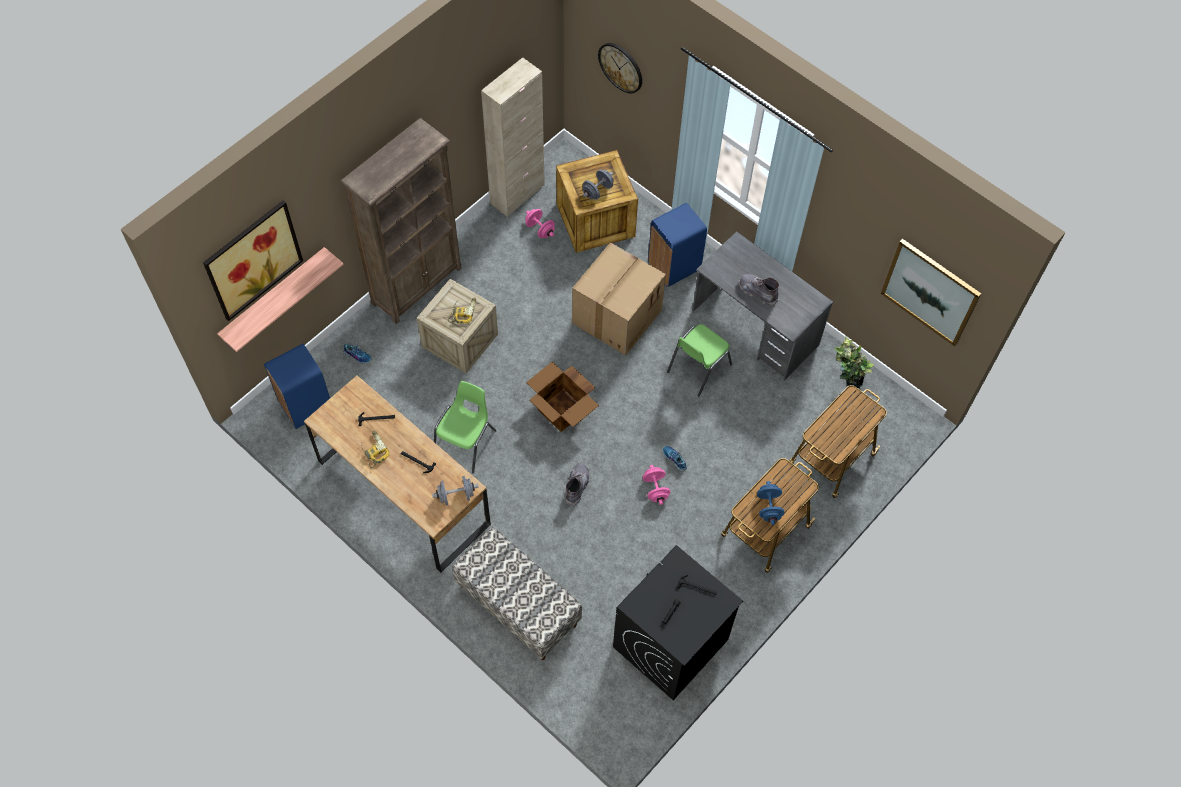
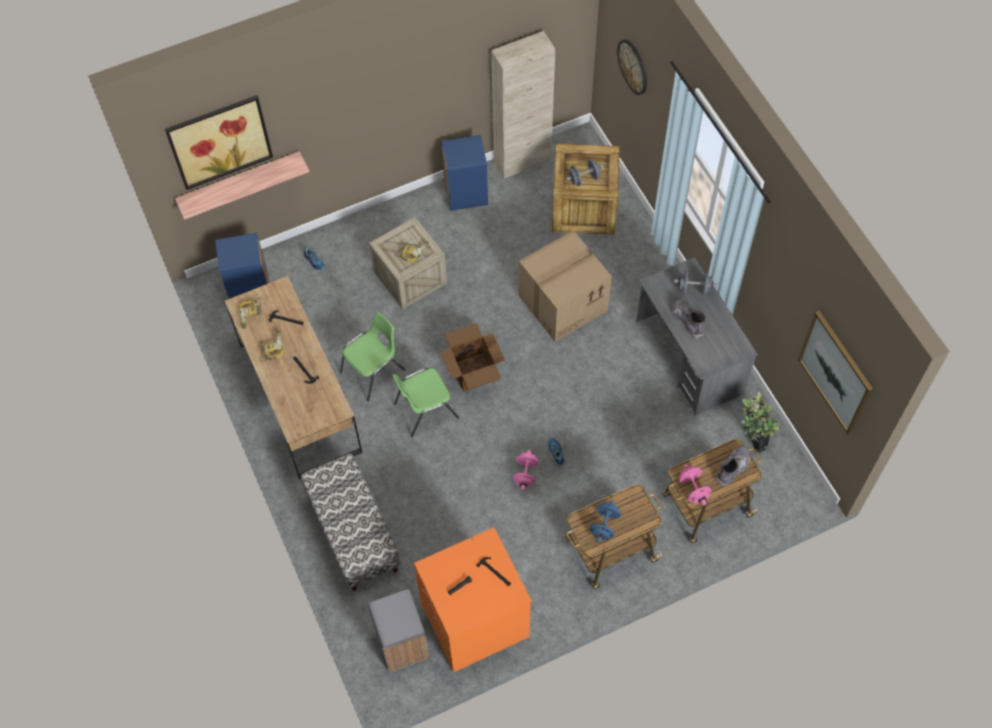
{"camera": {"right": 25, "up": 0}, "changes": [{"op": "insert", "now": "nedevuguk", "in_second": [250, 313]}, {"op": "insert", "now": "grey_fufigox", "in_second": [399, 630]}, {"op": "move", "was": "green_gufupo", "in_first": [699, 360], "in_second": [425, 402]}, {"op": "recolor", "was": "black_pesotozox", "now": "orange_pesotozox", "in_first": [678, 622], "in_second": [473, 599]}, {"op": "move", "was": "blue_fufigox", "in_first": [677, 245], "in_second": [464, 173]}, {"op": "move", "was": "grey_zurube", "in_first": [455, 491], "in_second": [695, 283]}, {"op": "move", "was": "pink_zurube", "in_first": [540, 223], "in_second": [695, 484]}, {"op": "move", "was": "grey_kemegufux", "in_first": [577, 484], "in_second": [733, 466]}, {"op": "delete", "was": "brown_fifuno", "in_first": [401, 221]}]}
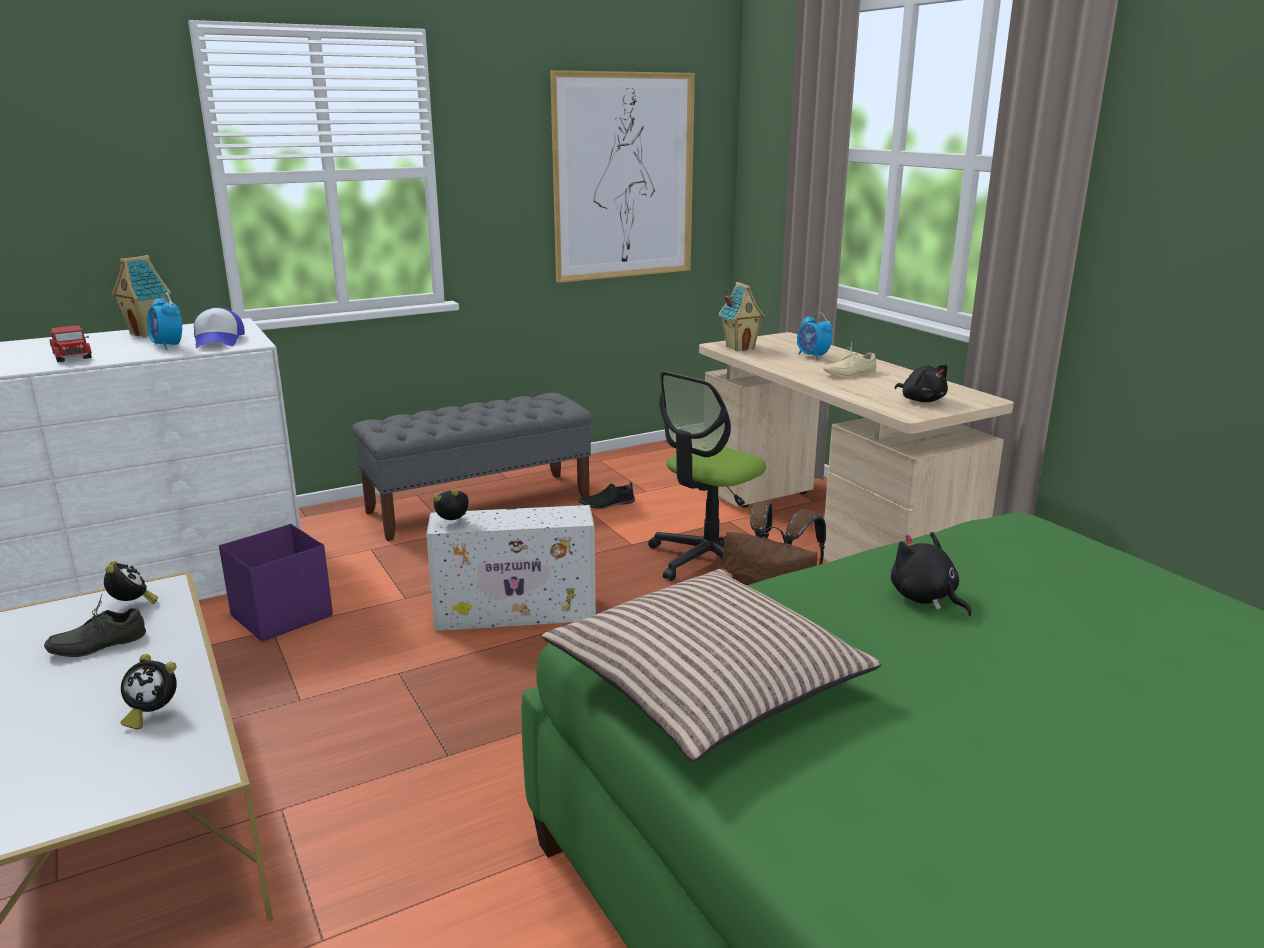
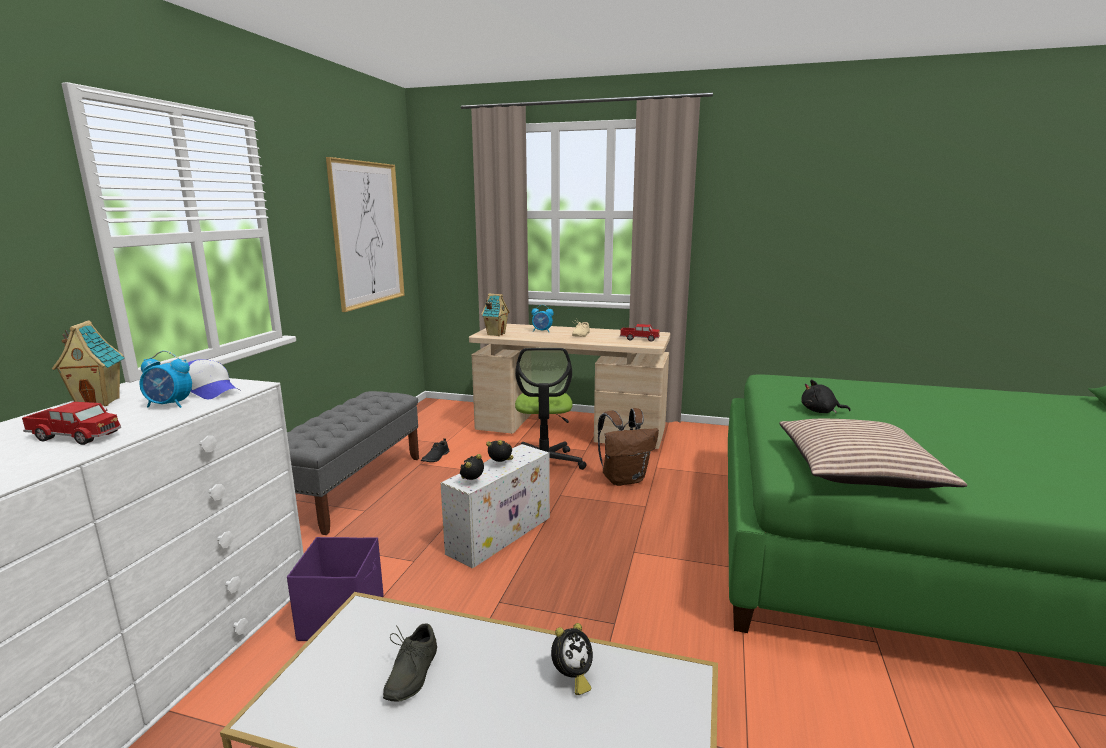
{"camera": {"right": -45, "up": -5}, "changes": [{"op": "move", "was": "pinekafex", "in_first": [131, 582], "in_second": [500, 451]}, {"op": "replace", "was": "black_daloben", "now": "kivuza", "in_first": [921, 383], "in_second": [640, 333]}]}
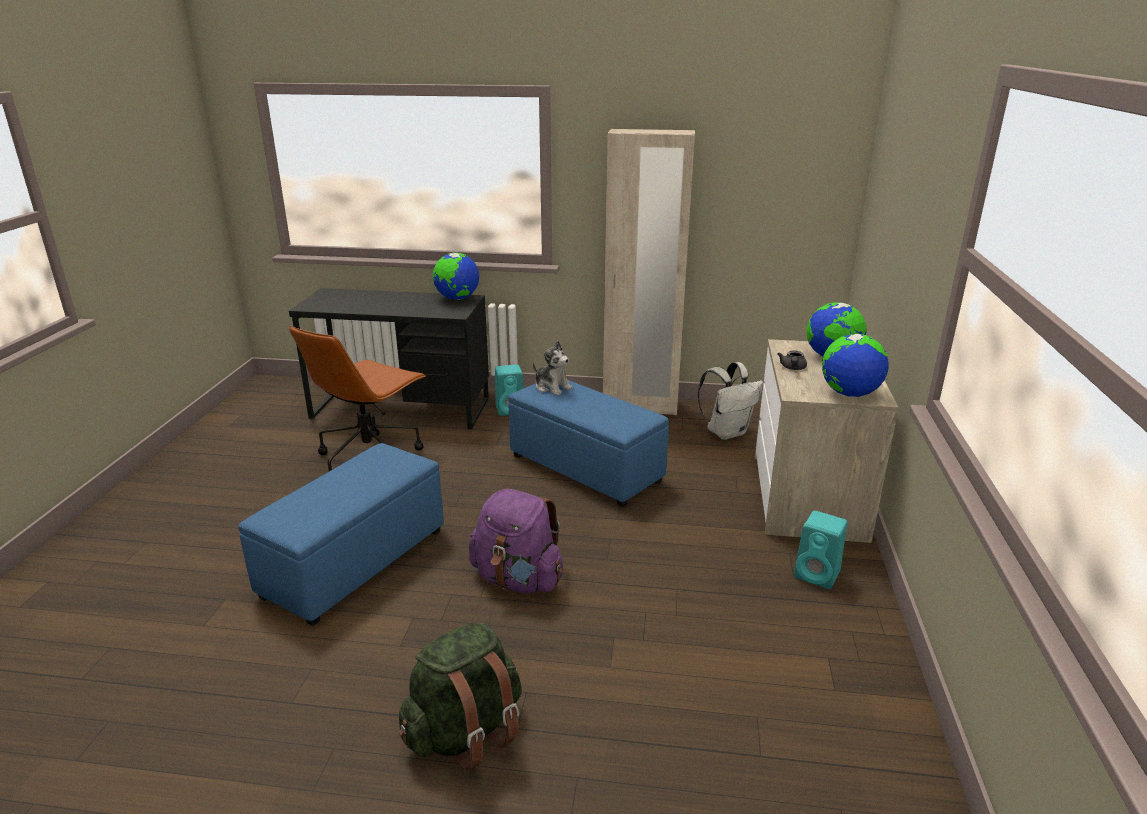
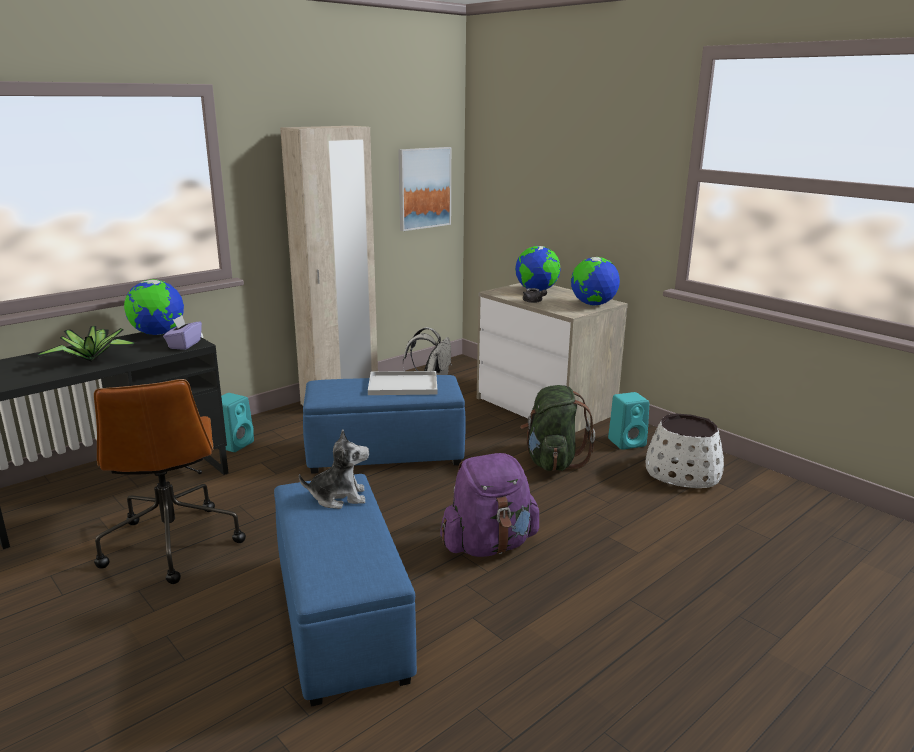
{"camera": {"right": -50, "up": -5}, "changes": [{"op": "insert", "now": "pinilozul", "in_second": [87, 344]}, {"op": "insert", "now": "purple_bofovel", "in_second": [182, 332]}, {"op": "move", "was": "daloben", "in_first": [553, 368], "in_second": [334, 469]}, {"op": "insert", "now": "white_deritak", "in_second": [402, 383]}, {"op": "insert", "now": "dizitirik", "in_second": [424, 189]}, {"op": "move", "was": "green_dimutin", "in_first": [460, 697], "in_second": [557, 428]}, {"op": "insert", "now": "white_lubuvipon", "in_second": [685, 450]}]}
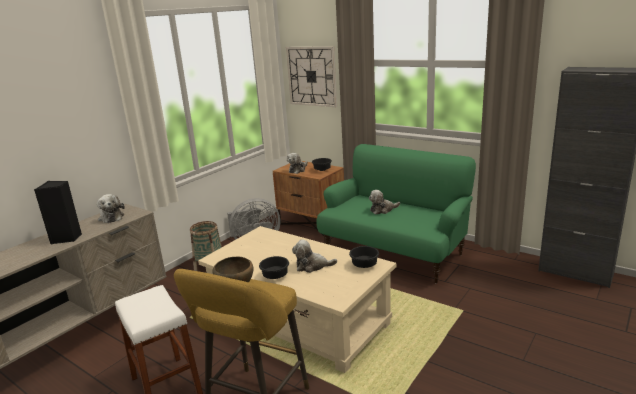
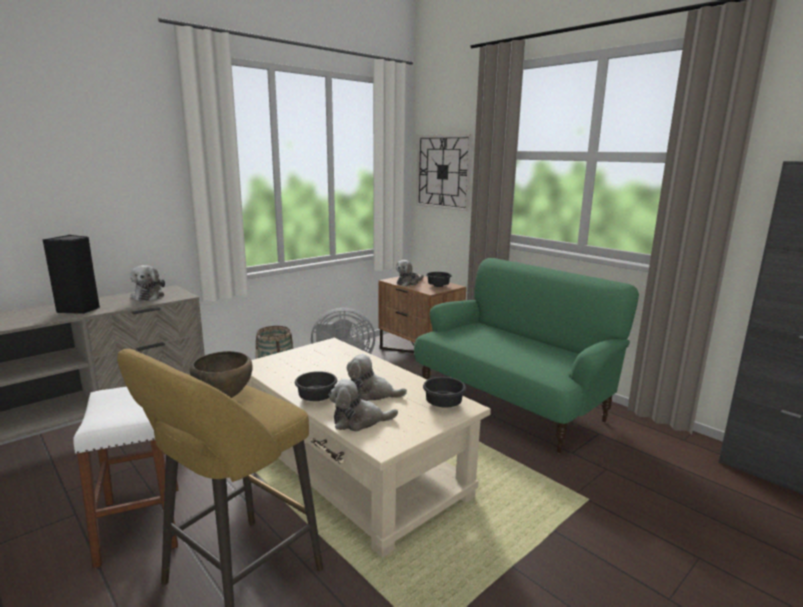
{"camera": {"right": 10, "up": -5}, "changes": [{"op": "move", "was": "daloben", "in_first": [384, 202], "in_second": [363, 405]}]}
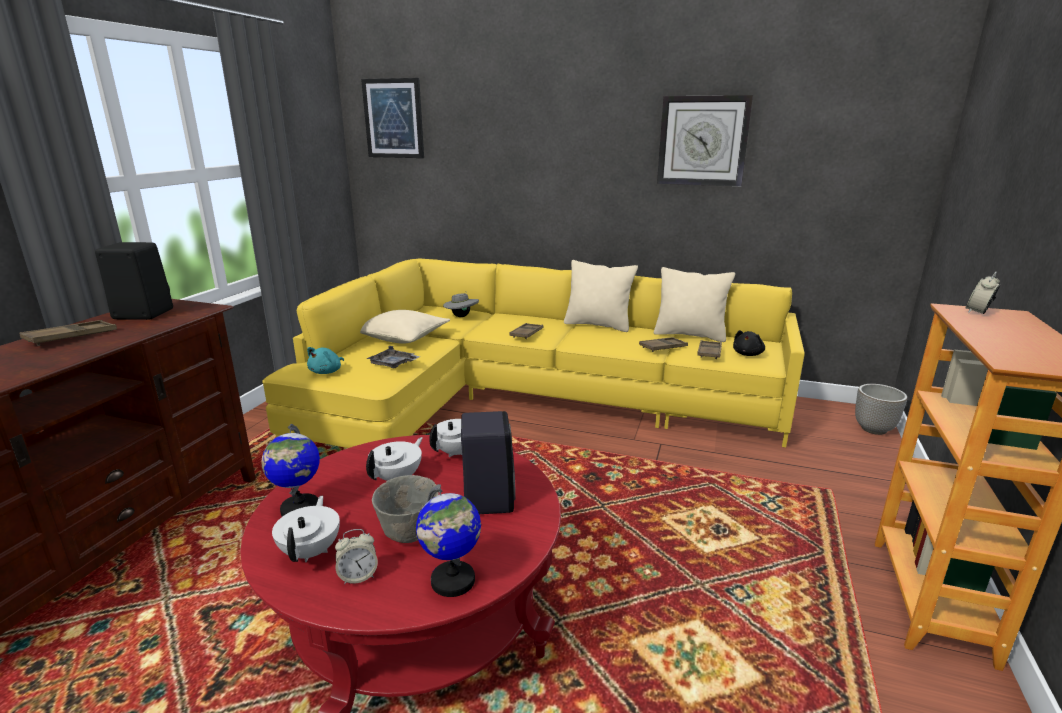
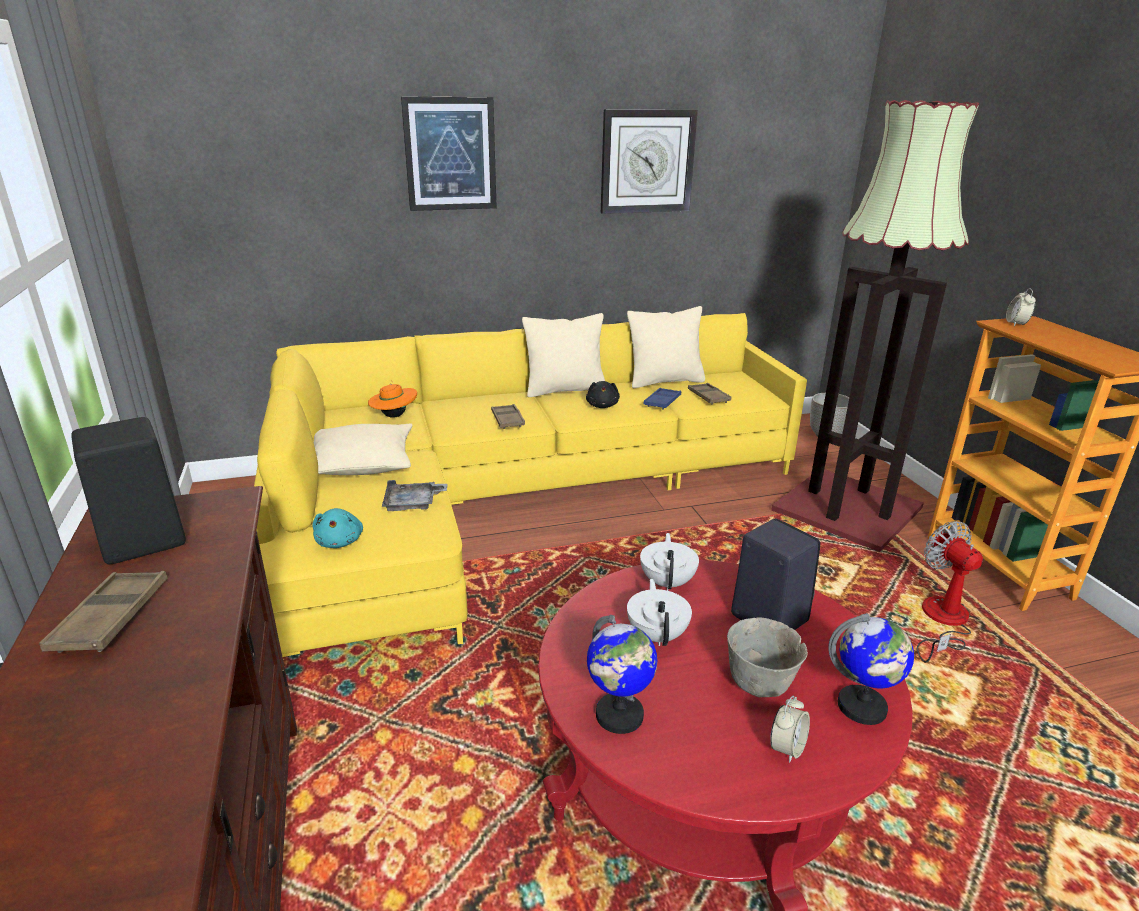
{"camera": {"right": -35, "up": 5}, "changes": [{"op": "recolor", "was": "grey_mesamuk", "now": "orange_mesamuk", "in_first": [461, 304], "in_second": [392, 399]}, {"op": "move", "was": "dizitirik", "in_first": [392, 118], "in_second": [449, 154]}, {"op": "move", "was": "black_daloben", "in_first": [749, 343], "in_second": [603, 394]}, {"op": "recolor", "was": "brown_deritak", "now": "blue_deritak", "in_first": [663, 344], "in_second": [662, 399]}, {"op": "insert", "now": "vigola", "in_second": [875, 326]}, {"op": "insert", "now": "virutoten", "in_second": [950, 592]}, {"op": "delete", "was": "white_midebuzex", "in_first": [306, 529]}]}
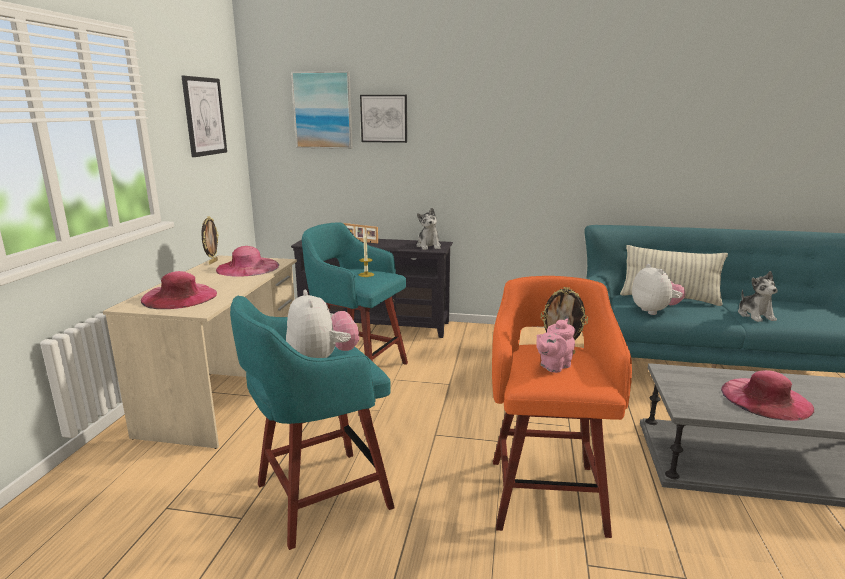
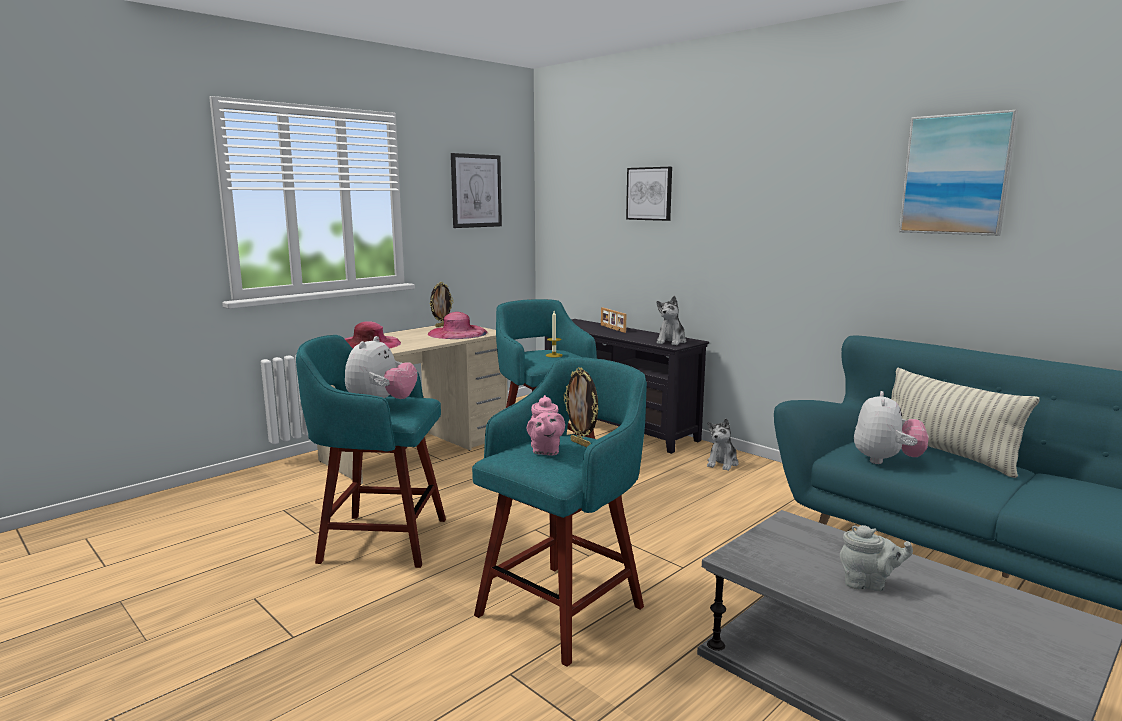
{"camera": {"right": 35, "up": -5}, "changes": [{"op": "recolor", "was": "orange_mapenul", "now": "turquoise_mapenul", "in_first": [562, 407], "in_second": [559, 512]}, {"op": "rotate", "was": "pink_midebuzex", "in_first": [555, 346], "in_second": [546, 425], "clockwise": -90}, {"op": "move", "was": "daloben", "in_first": [758, 296], "in_second": [723, 444]}, {"op": "replace", "was": "pink_mesamuk", "now": "grey_midebuzex", "in_first": [767, 395], "in_second": [876, 558]}, {"op": "move", "was": "dizitirik", "in_first": [322, 110], "in_second": [958, 173]}]}
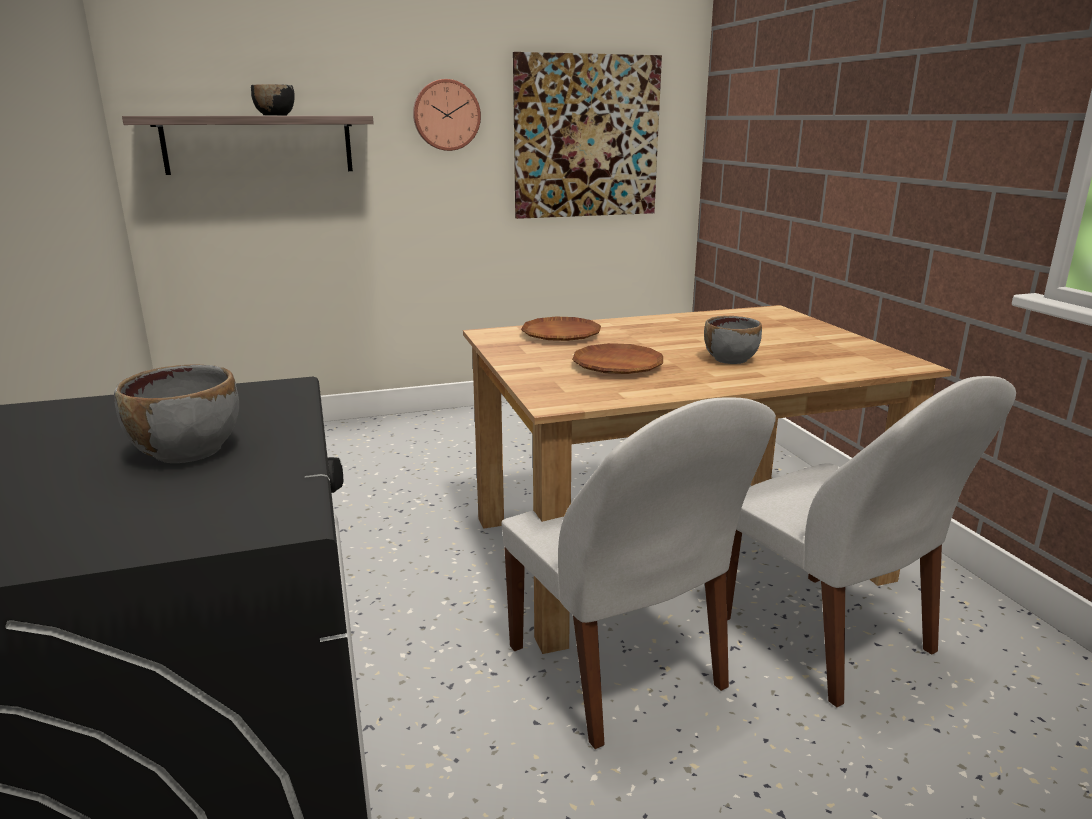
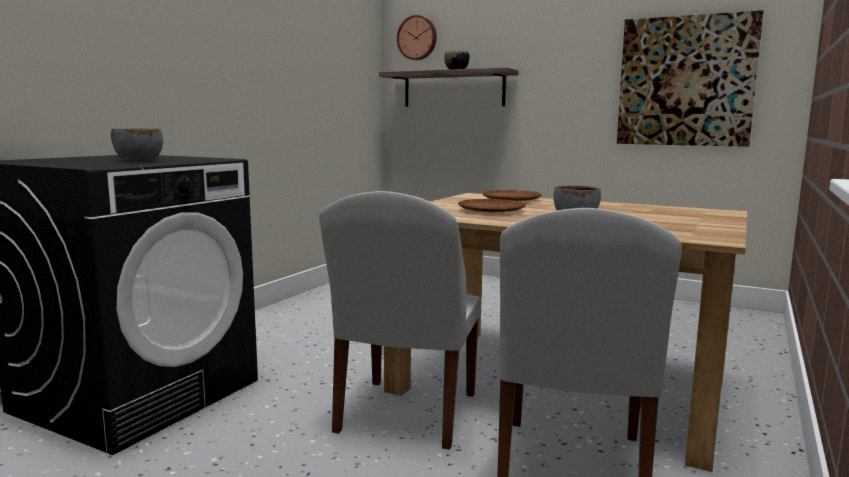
{"camera": {"right": 45, "up": -10}, "changes": [{"op": "move", "was": "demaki", "in_first": [447, 115], "in_second": [417, 37]}]}
